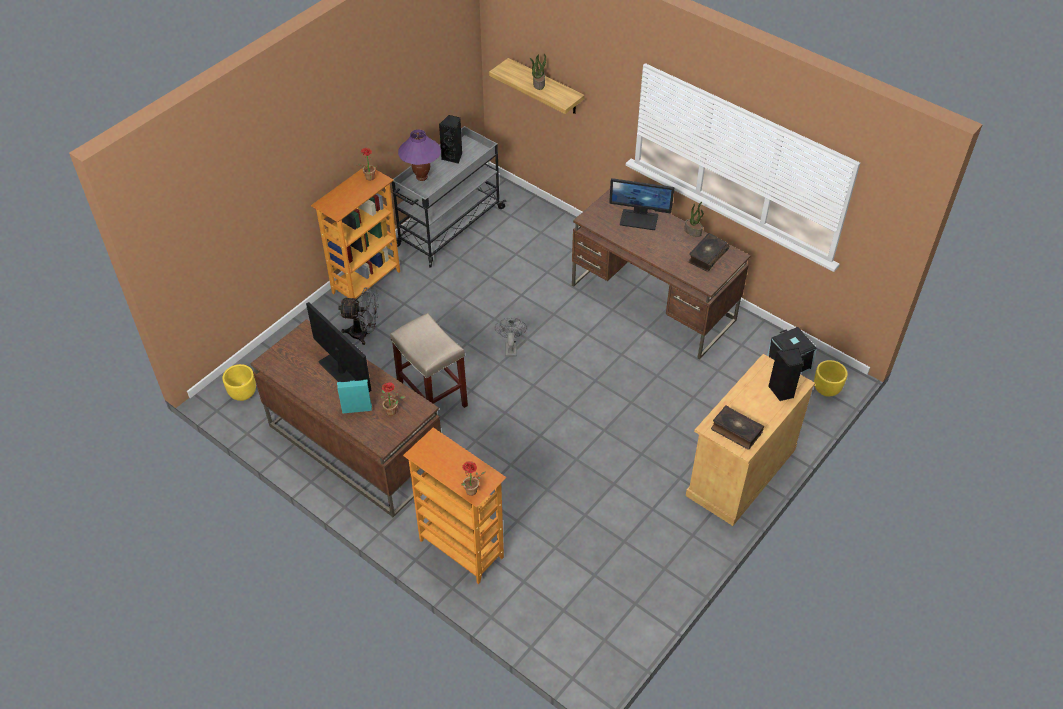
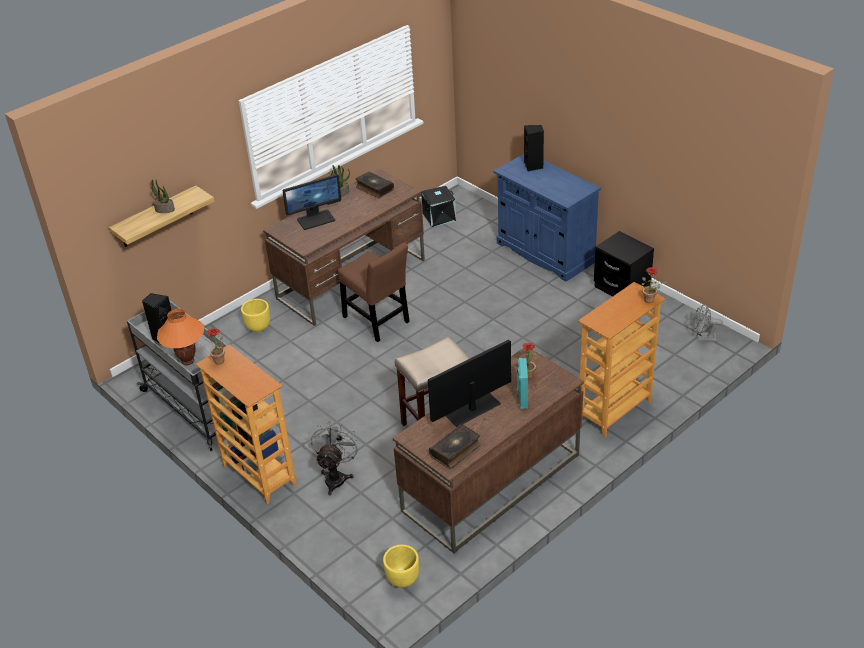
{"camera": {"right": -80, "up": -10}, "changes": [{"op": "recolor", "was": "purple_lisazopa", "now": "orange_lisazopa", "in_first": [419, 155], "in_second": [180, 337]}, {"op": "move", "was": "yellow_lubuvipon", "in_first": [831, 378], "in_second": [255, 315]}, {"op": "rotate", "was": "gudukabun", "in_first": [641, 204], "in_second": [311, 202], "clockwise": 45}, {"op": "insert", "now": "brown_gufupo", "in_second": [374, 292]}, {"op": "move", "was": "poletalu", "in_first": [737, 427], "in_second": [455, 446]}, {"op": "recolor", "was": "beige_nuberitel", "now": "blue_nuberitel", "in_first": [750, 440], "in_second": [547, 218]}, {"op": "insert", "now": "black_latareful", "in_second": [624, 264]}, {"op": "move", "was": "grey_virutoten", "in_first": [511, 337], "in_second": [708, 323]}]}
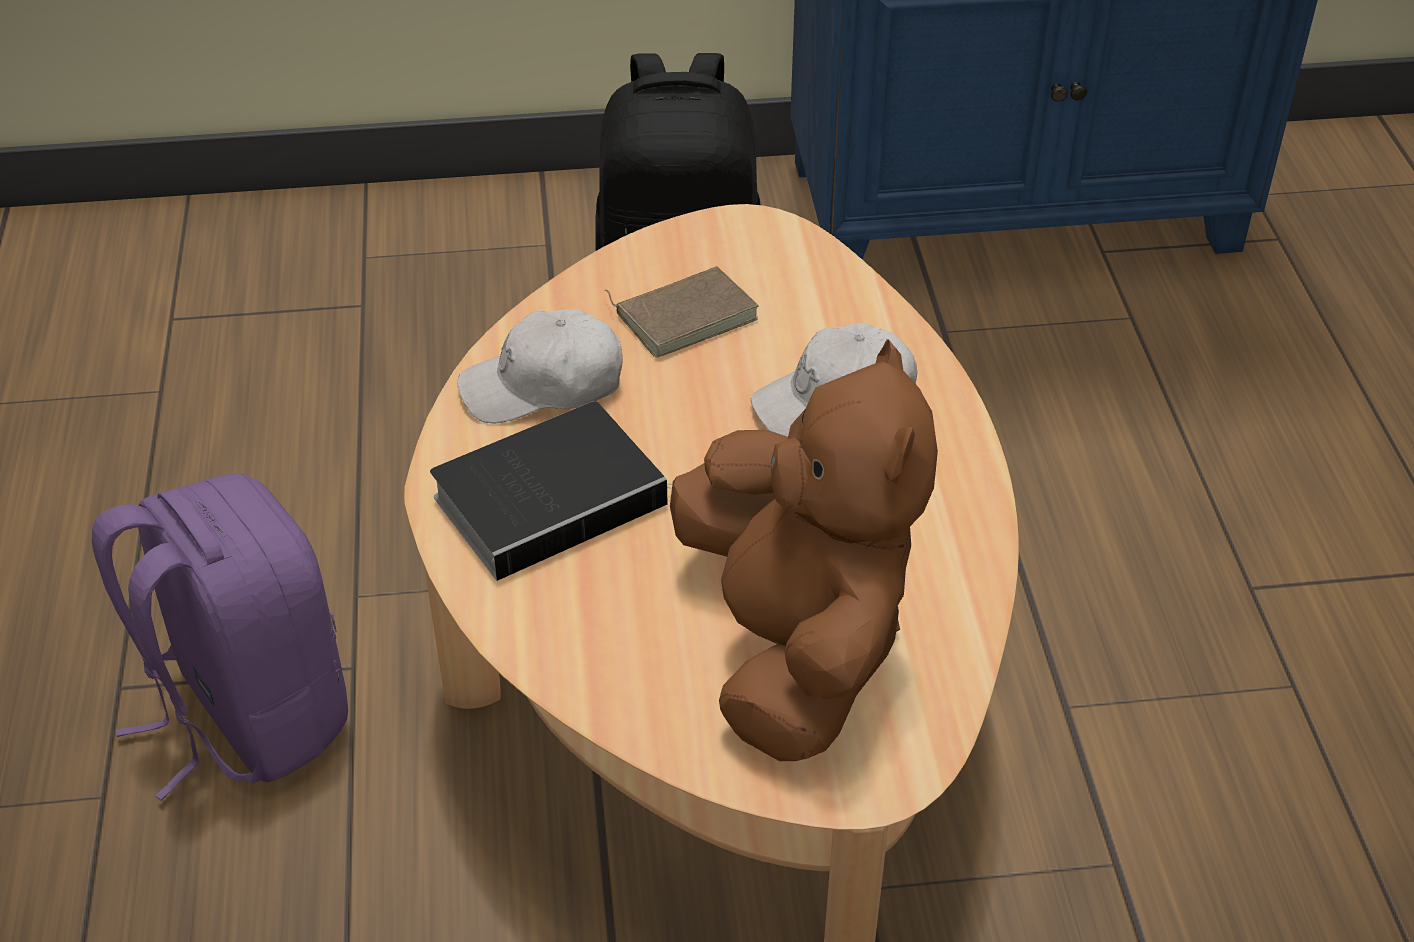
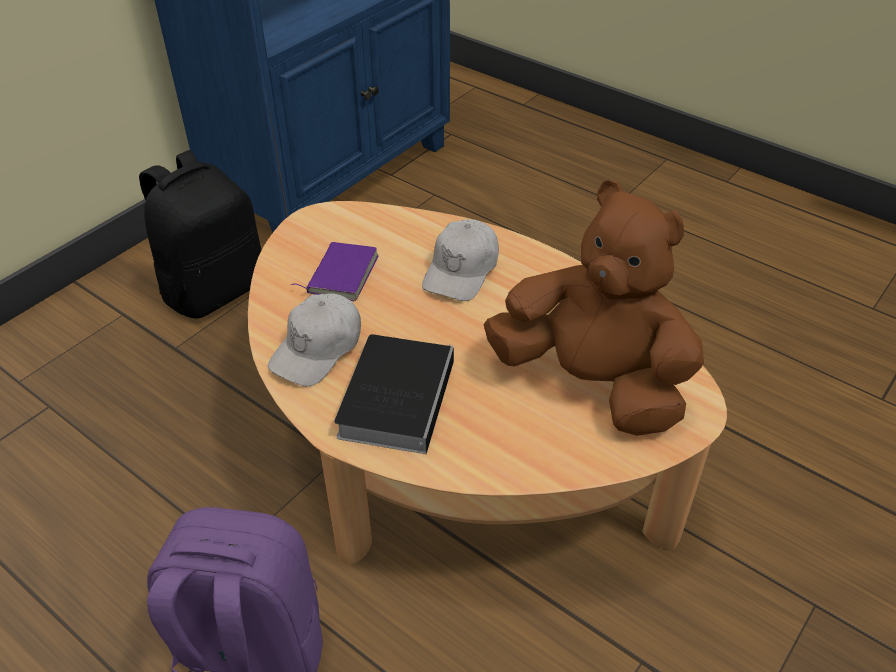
{"camera": {"right": -45, "up": 0}, "changes": [{"op": "recolor", "was": "brown_poletalu", "now": "purple_poletalu", "in_first": [682, 312], "in_second": [335, 271]}]}
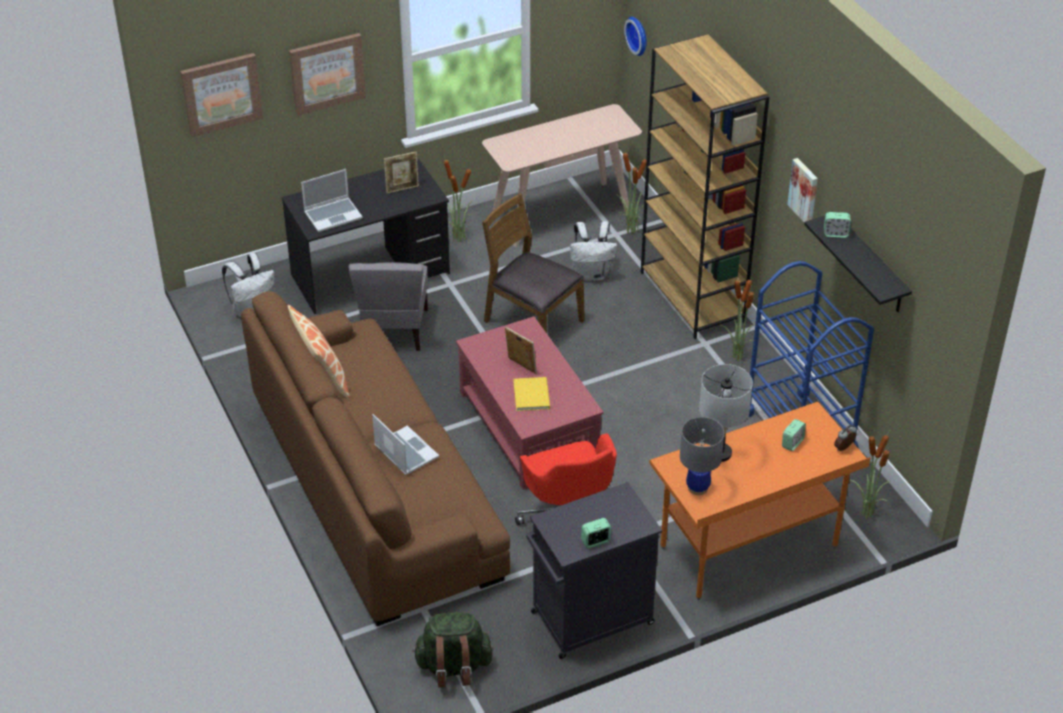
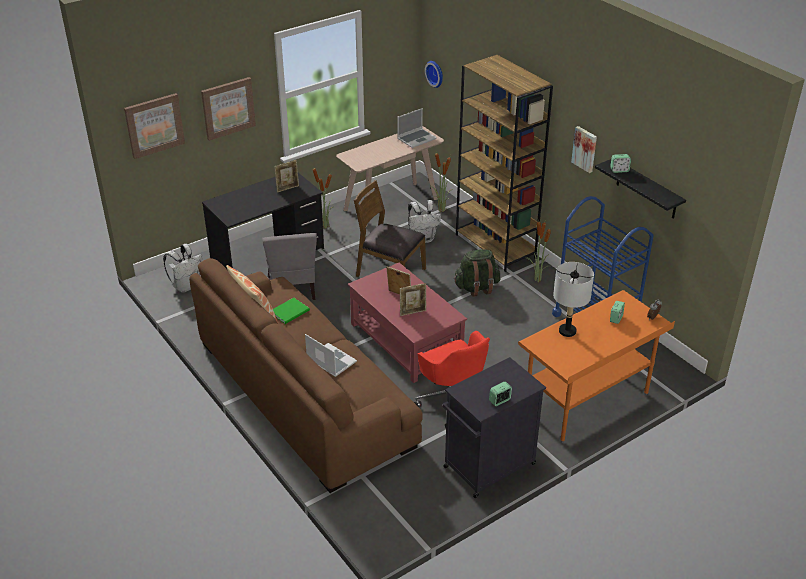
{"camera": {"right": -10, "up": -5}, "changes": [{"op": "insert", "now": "green_poletalu", "in_second": [291, 311]}, {"op": "move", "was": "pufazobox", "in_first": [332, 200], "in_second": [416, 128]}, {"op": "replace", "was": "yellow_poletalu", "now": "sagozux", "in_first": [531, 394], "in_second": [413, 299]}, {"op": "move", "was": "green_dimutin", "in_first": [452, 650], "in_second": [477, 273]}, {"op": "delete", "was": "grey_lisazopa", "in_first": [702, 456]}, {"op": "delete", "was": "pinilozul", "in_first": [870, 476]}]}
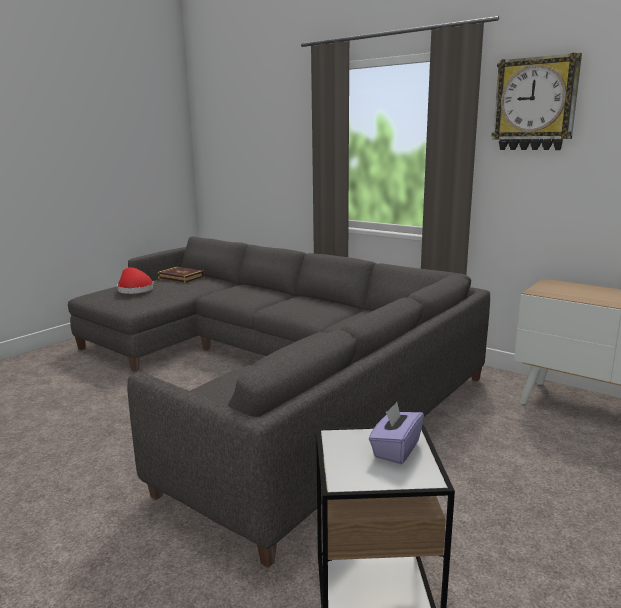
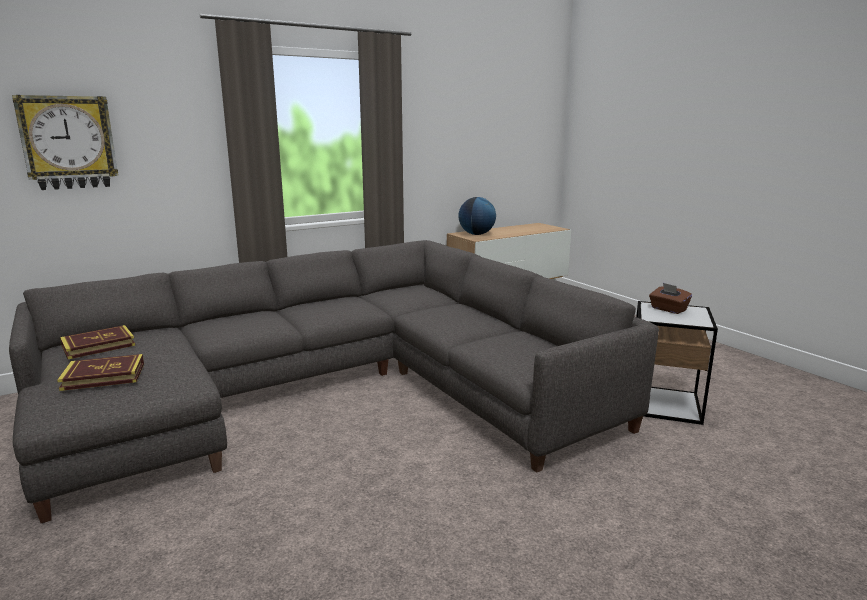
{"camera": {"right": -70, "up": 0}, "changes": [{"op": "move", "was": "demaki", "in_first": [537, 101], "in_second": [65, 142]}, {"op": "replace", "was": "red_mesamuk", "now": "poletalu", "in_first": [135, 280], "in_second": [100, 372]}, {"op": "insert", "now": "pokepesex", "in_second": [477, 216]}, {"op": "recolor", "was": "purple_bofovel", "now": "brown_bofovel", "in_first": [396, 433], "in_second": [670, 298]}]}
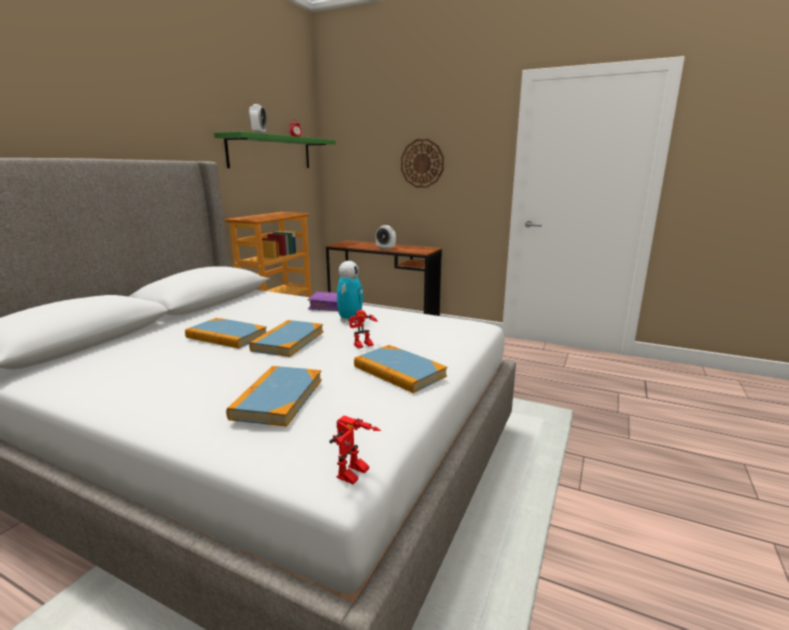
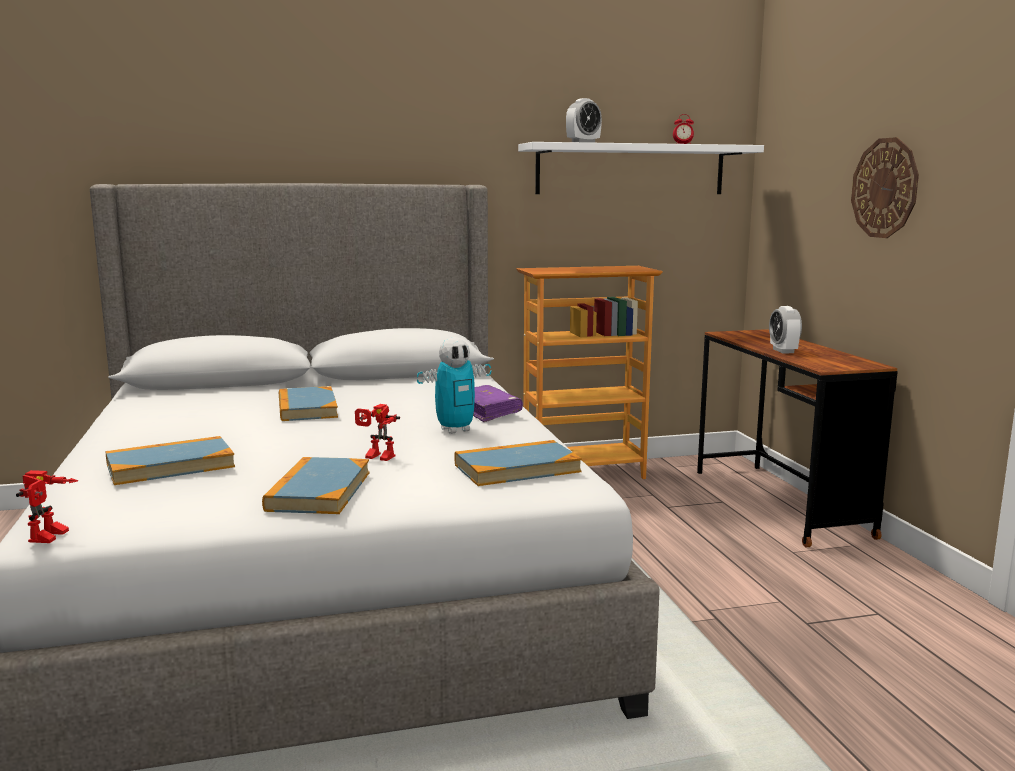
{"camera": {"right": 50, "up": -5}, "changes": [{"op": "rotate", "was": "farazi", "in_first": [355, 450], "in_second": [47, 506], "clockwise": -75}, {"op": "move", "was": "poletalu", "in_first": [286, 338], "in_second": [518, 463]}, {"op": "recolor", "was": "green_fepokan", "now": "white_fepokan", "in_first": [275, 150], "in_second": [641, 168]}]}
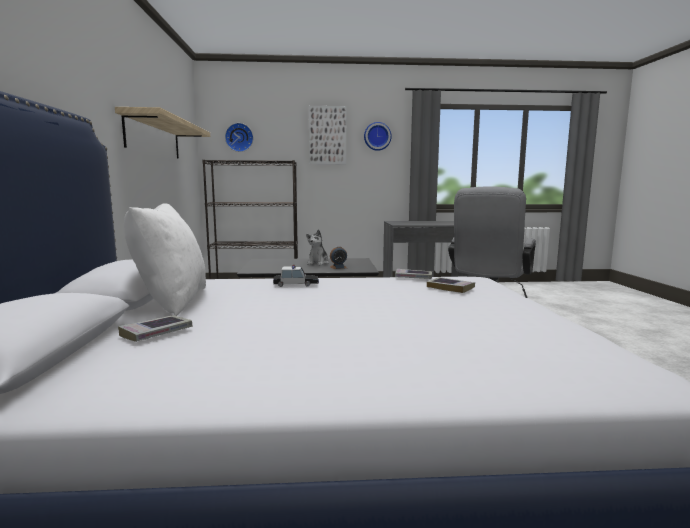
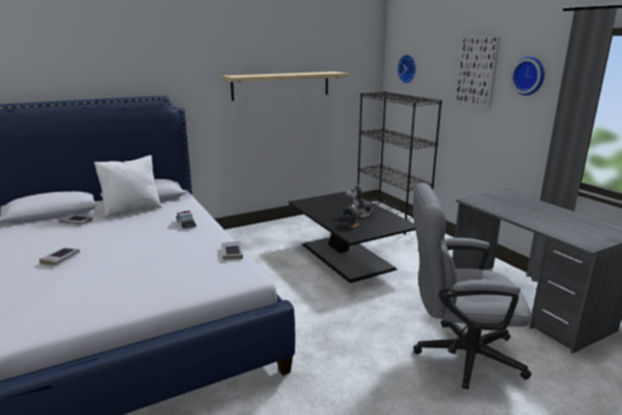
{"camera": {"right": 65, "up": 10}, "changes": [{"op": "move", "was": "poletalu", "in_first": [451, 285], "in_second": [59, 256]}]}
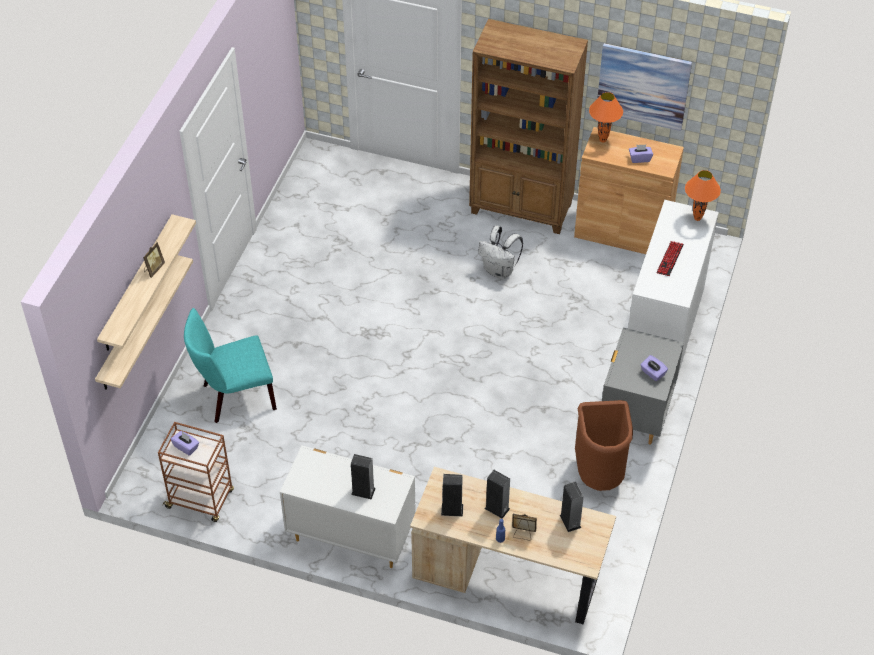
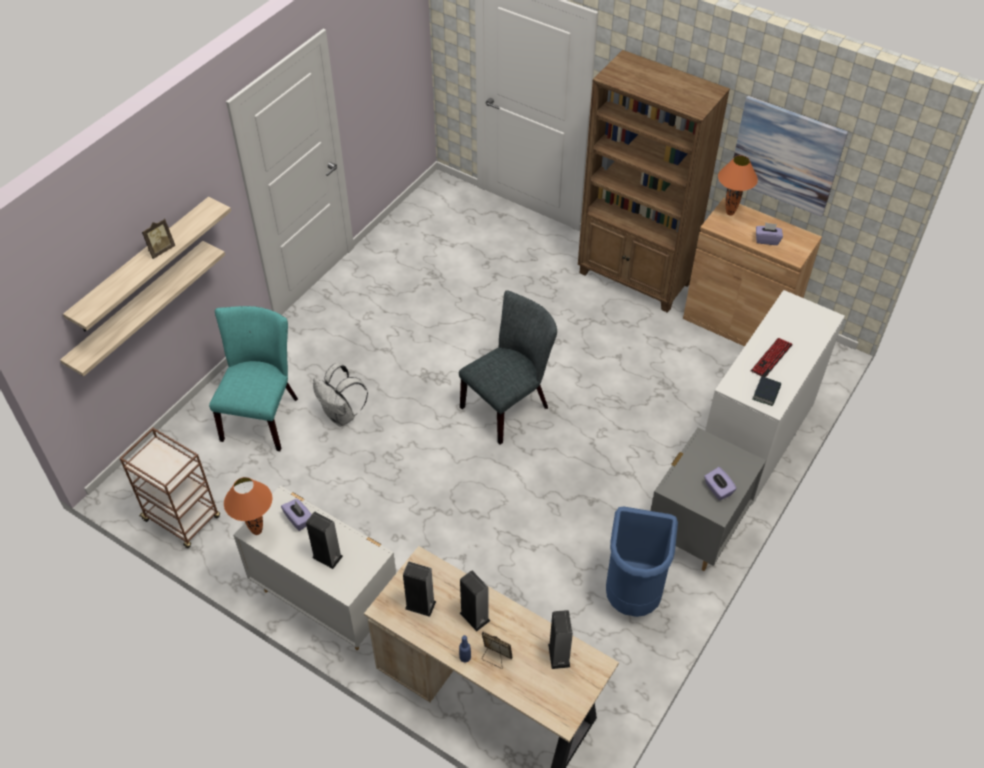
{"camera": {"right": 15, "up": 0}, "changes": [{"op": "rotate", "was": "turquoise_gufupo", "in_first": [230, 365], "in_second": [253, 378], "clockwise": 105}, {"op": "move", "was": "orange_lisazopa", "in_first": [703, 195], "in_second": [248, 506]}, {"op": "move", "was": "purple_bofovel", "in_first": [185, 443], "in_second": [296, 515]}, {"op": "move", "was": "white_dimutin", "in_first": [500, 252], "in_second": [340, 395]}, {"op": "insert", "now": "grey_gufupo", "in_second": [508, 367]}, {"op": "recolor", "was": "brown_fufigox", "now": "blue_fufigox", "in_first": [604, 445], "in_second": [642, 561]}, {"op": "insert", "now": "poletalu", "in_second": [767, 391]}]}
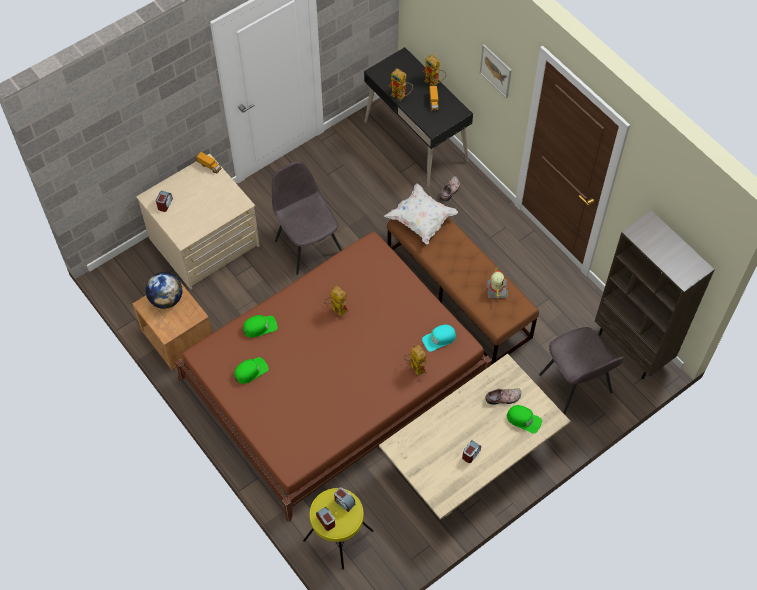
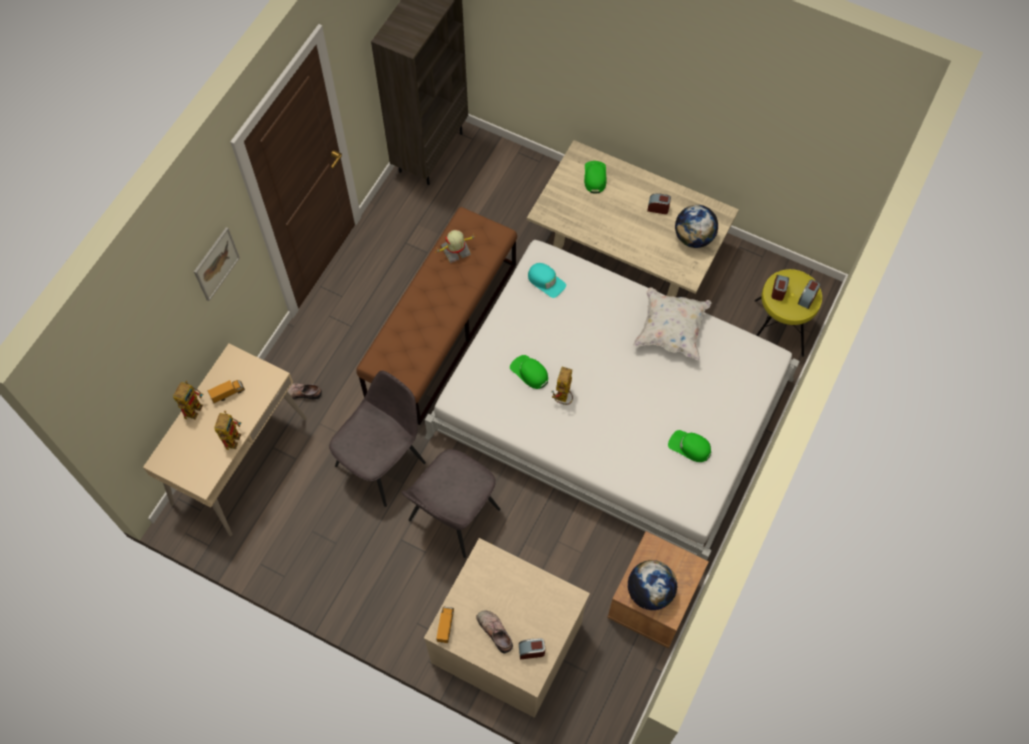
{"camera": {"right": -115, "up": 5}, "changes": [{"op": "recolor", "was": "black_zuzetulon", "now": "beige_zuzetulon", "in_first": [418, 117], "in_second": [225, 440]}, {"op": "move", "was": "grey_gufupo", "in_first": [582, 371], "in_second": [377, 439]}, {"op": "recolor", "was": "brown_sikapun", "now": "white_sikapun", "in_first": [333, 377], "in_second": [612, 400]}, {"op": "move", "was": "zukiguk", "in_first": [503, 396], "in_second": [494, 632]}, {"op": "move", "was": "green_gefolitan", "in_first": [260, 326], "in_second": [529, 372]}, {"op": "move", "was": "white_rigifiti", "in_first": [421, 213], "in_second": [672, 324]}, {"op": "insert", "now": "pokepesex", "in_second": [696, 226]}, {"op": "delete", "was": "farazi", "in_first": [415, 360]}]}
